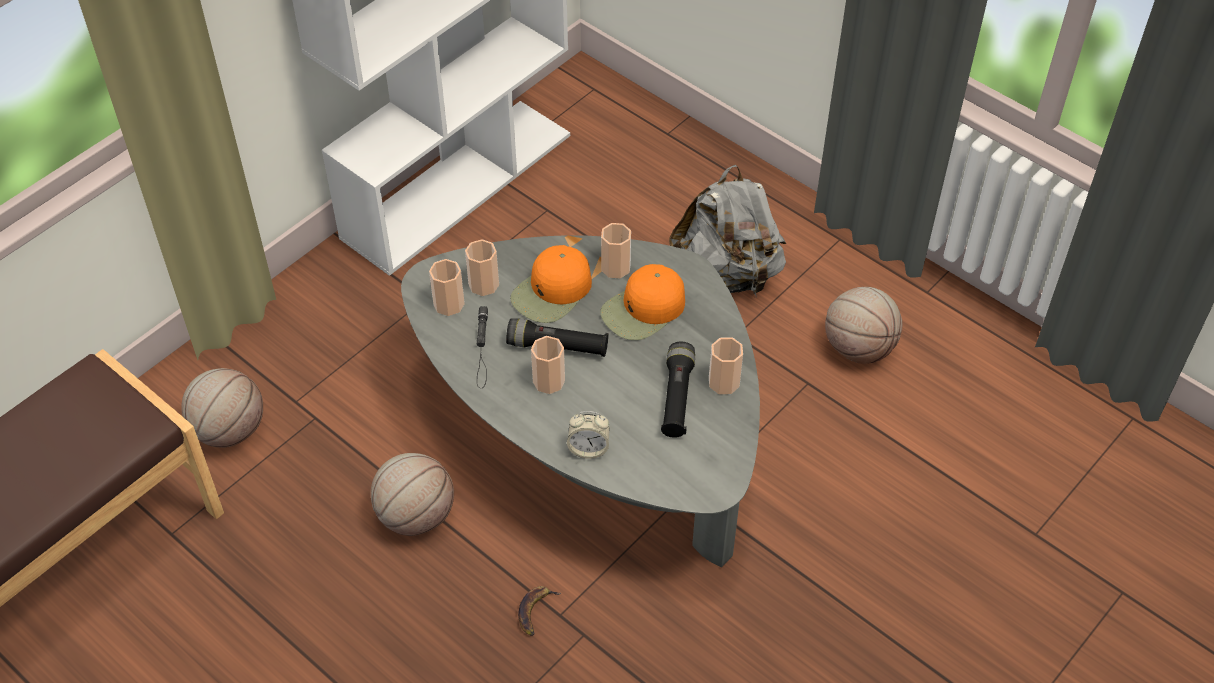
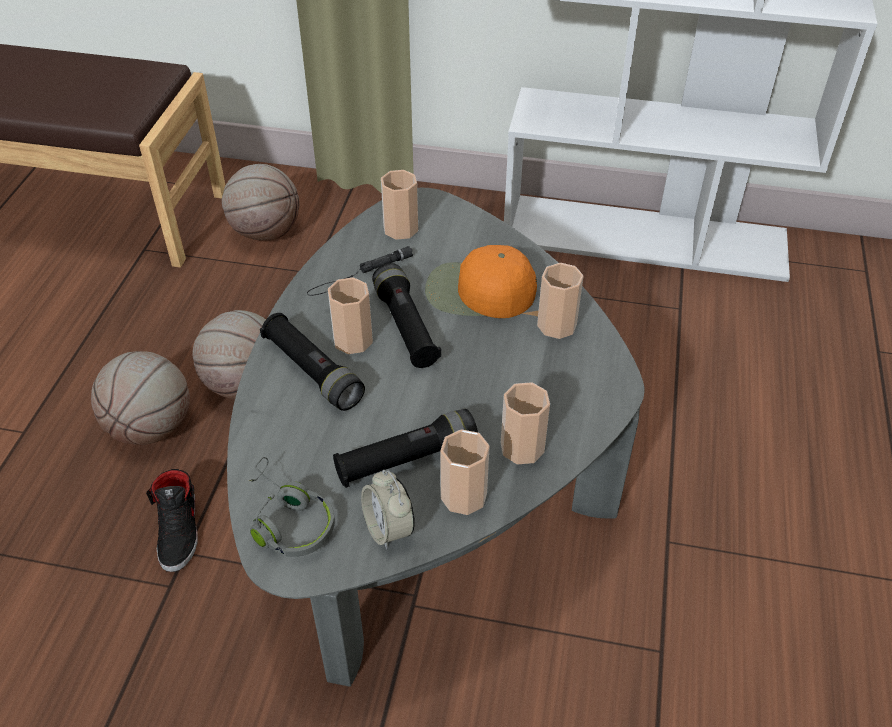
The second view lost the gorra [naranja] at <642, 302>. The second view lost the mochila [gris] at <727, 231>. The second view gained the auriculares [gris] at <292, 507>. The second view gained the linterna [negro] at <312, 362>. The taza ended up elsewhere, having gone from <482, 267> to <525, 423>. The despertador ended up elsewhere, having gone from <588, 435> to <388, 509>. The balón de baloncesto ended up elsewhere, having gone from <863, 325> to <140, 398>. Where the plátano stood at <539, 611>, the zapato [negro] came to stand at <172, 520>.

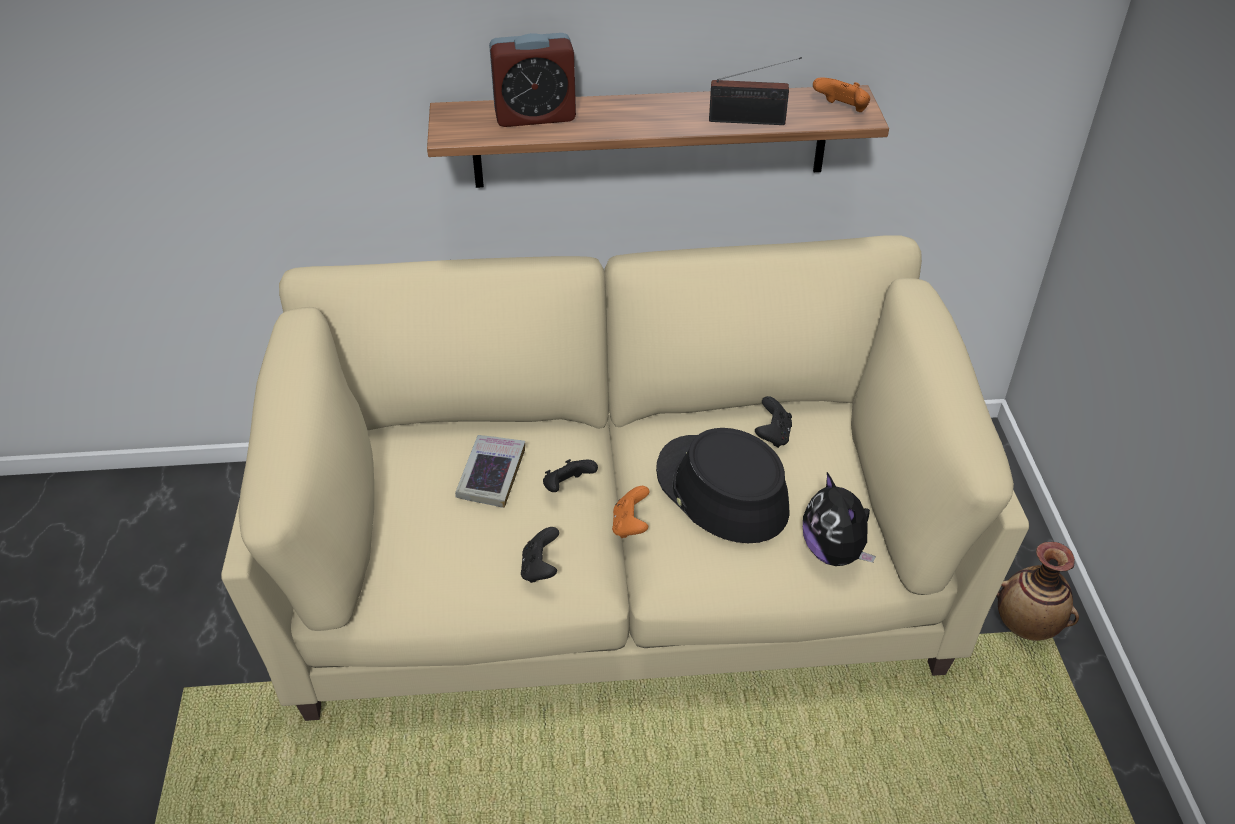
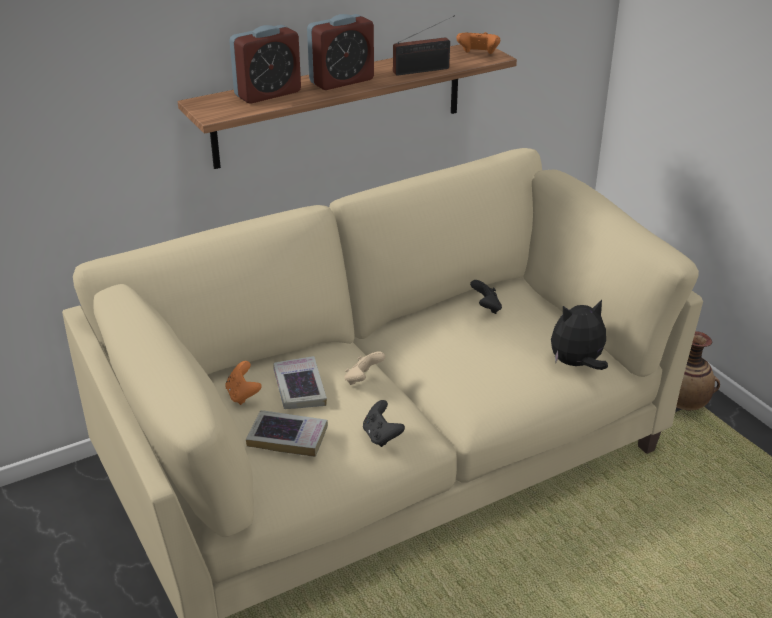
The second view lost the sombrero [negro] at <722, 485>. The second view gained the libro at <287, 433>. The second view gained the despertador at <340, 52>. The mando de consola [naranja] ended up elsewhere, having gone from <631, 512> to <244, 383>. What was the mando de consola [negro] at <570, 475> turned into the mando de consola [beis] at <365, 368>. The peluche at <839, 519> ended up facing another way, 120 degrees clockwise from before.

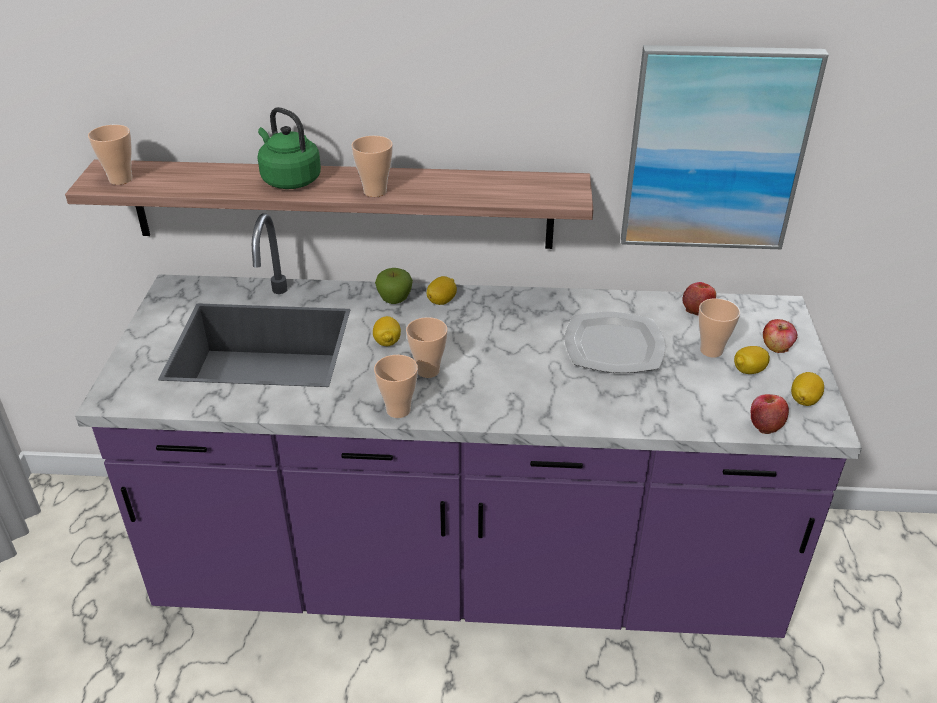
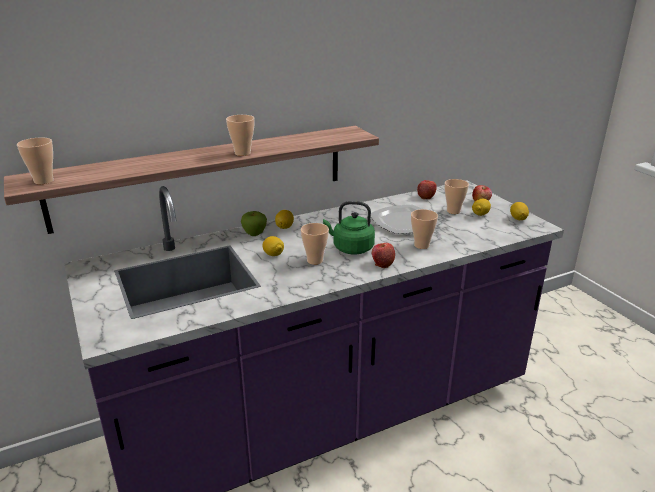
The second view lost the cuadro at <725, 147>. The hervidor [verde] ended up elsewhere, having gone from <289, 148> to <349, 227>. The taza ended up elsewhere, having gone from <396, 386> to <424, 229>. The manzana ended up elsewhere, having gone from <770, 414> to <383, 255>.

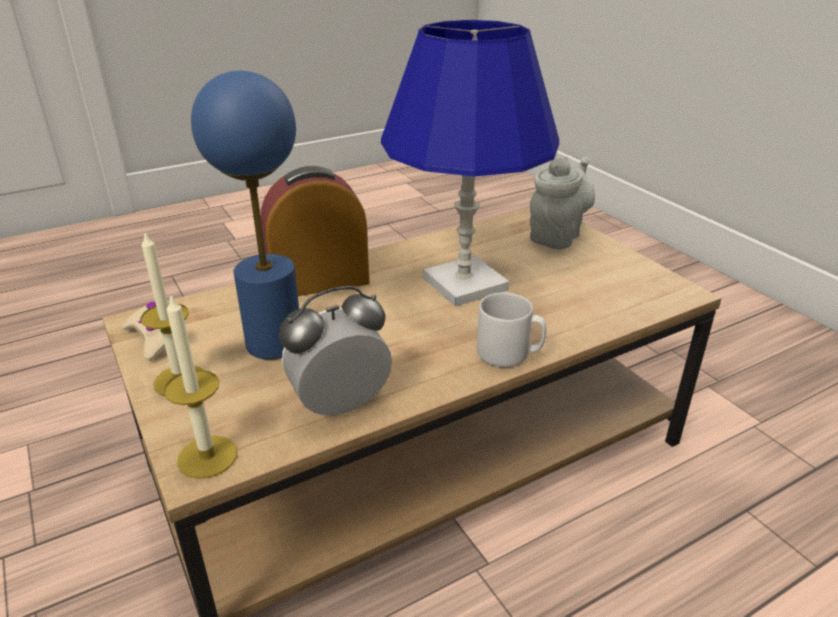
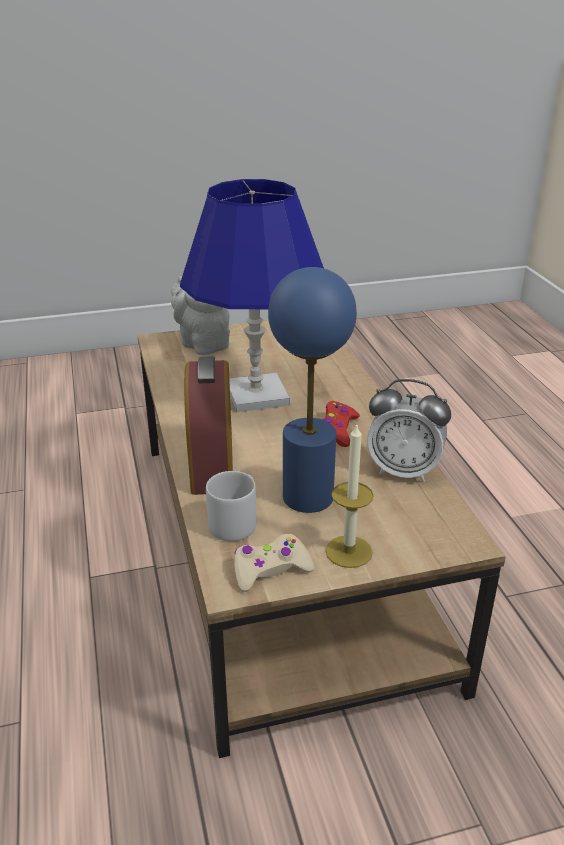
The second view lost the vela at <200, 386>. The second view gained the mando de consola [rojo] at <341, 424>. The taza grande [gris] ended up elsewhere, having gone from <512, 330> to <231, 506>. The despertador at <335, 350> ended up facing another way, 60 degrees counterclockwise from before.

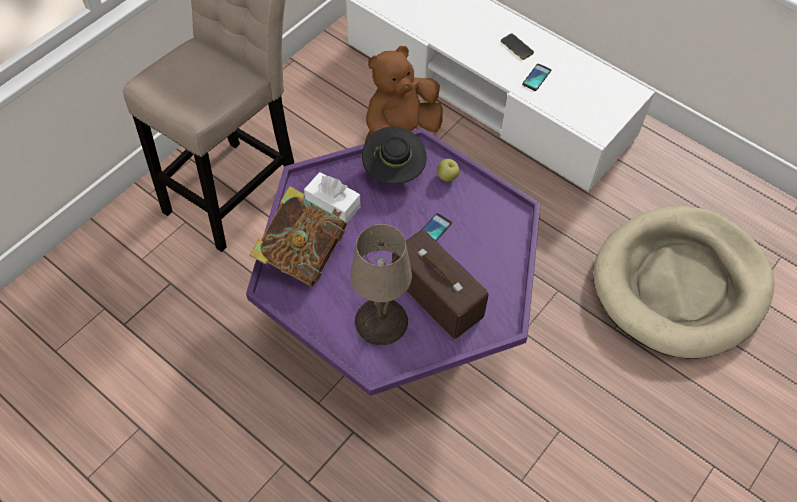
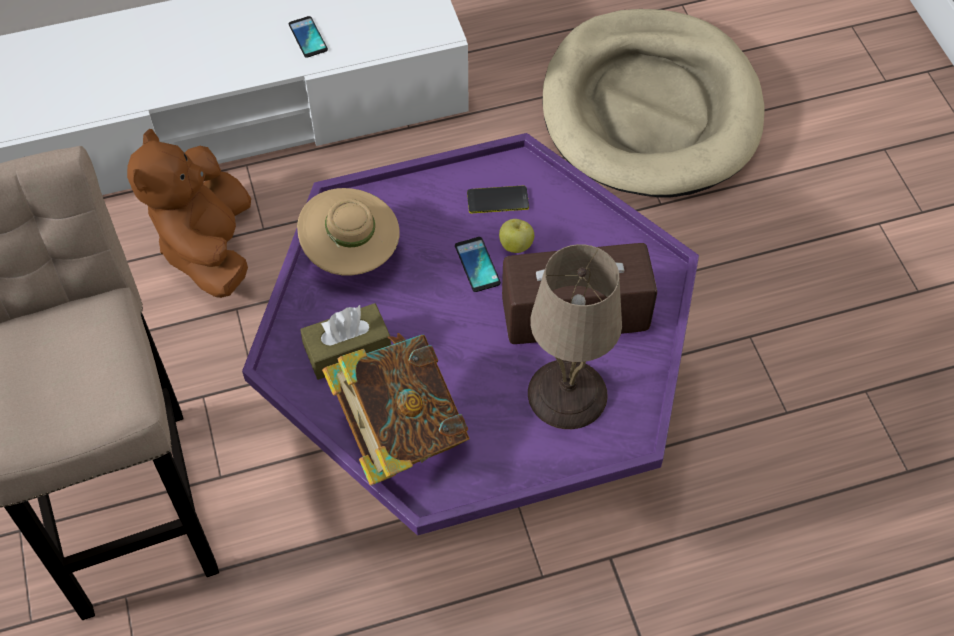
The manzana ended up elsewhere, having gone from <448, 170> to <516, 236>. The móvil ended up elsewhere, having gone from <517, 46> to <498, 199>. What was the caja de pañuelos [blanco] at <332, 197> turned into the caja de pañuelos [marrón] at <345, 341>. What was the sombrero [negro] at <394, 155> turned into the sombrero [beis] at <348, 231>.

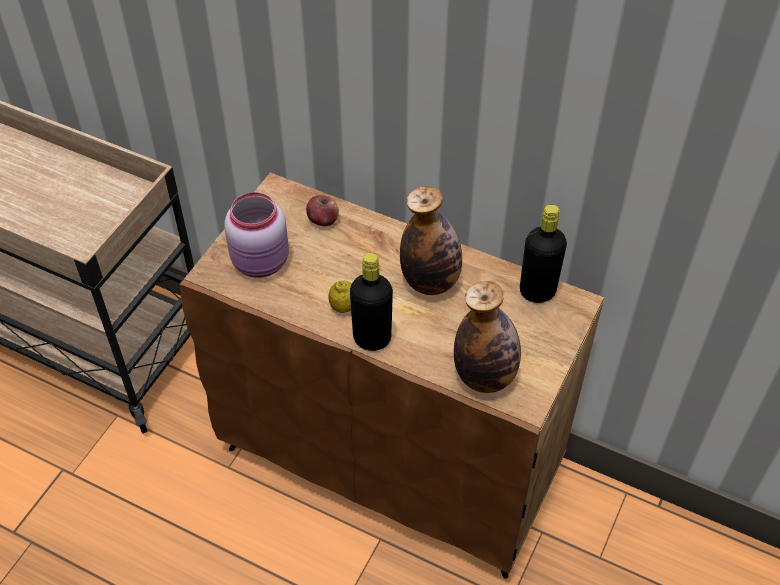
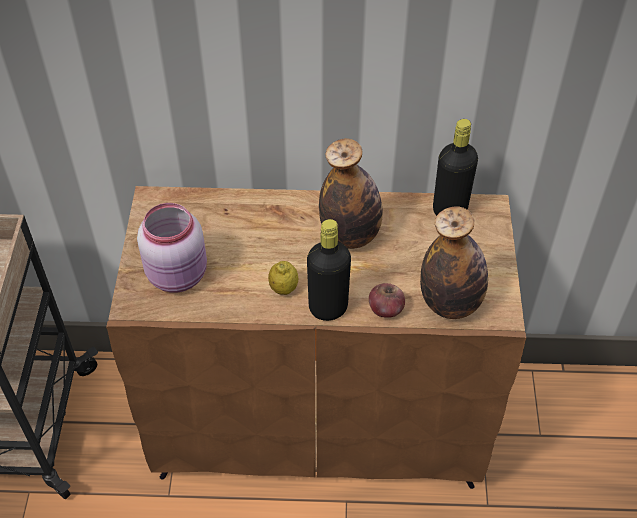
The manzana ended up elsewhere, having gone from <322, 210> to <387, 300>.

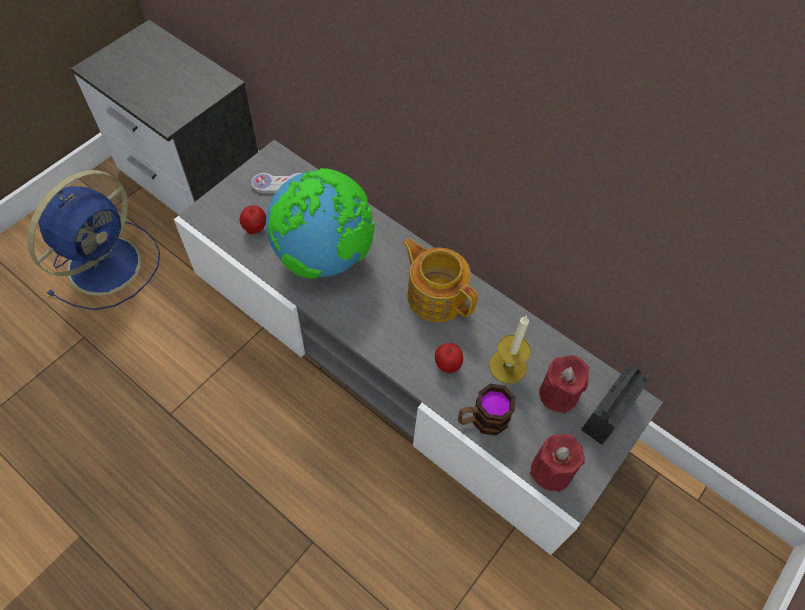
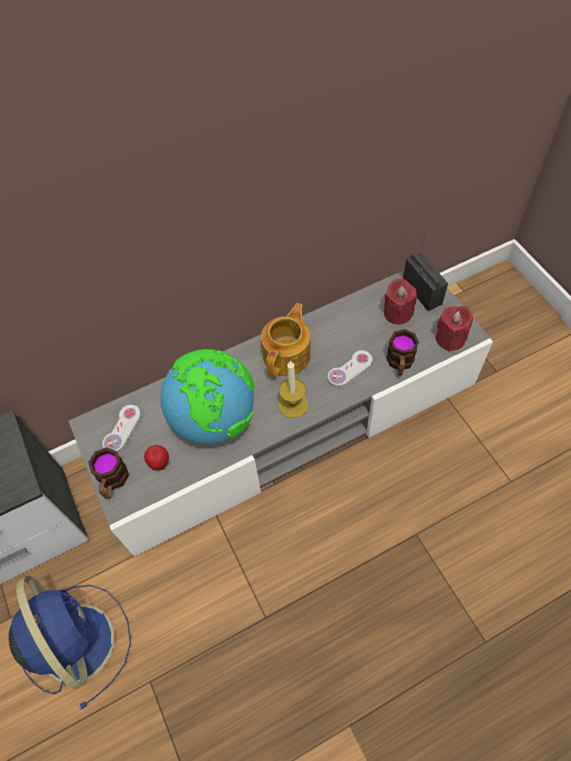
The second view gained the taza grande at <108, 473>. The vela ended up elsewhere, having gone from <510, 349> to <293, 389>. Where the manzana stood at <449, 358>, the mando de consola [blanco] came to stand at <350, 368>. The tetera at <440, 280> ended up facing another way, 135 degrees clockwise from before.

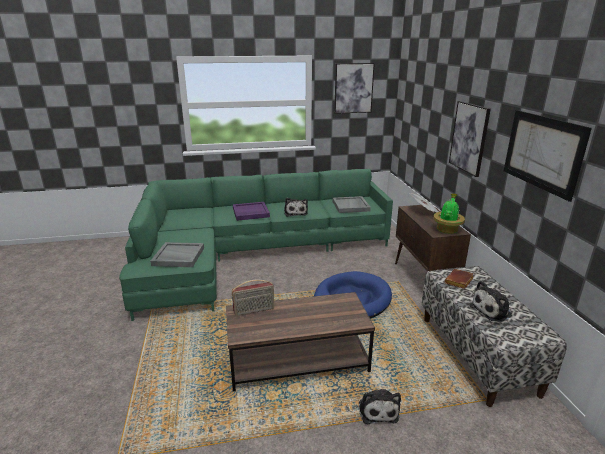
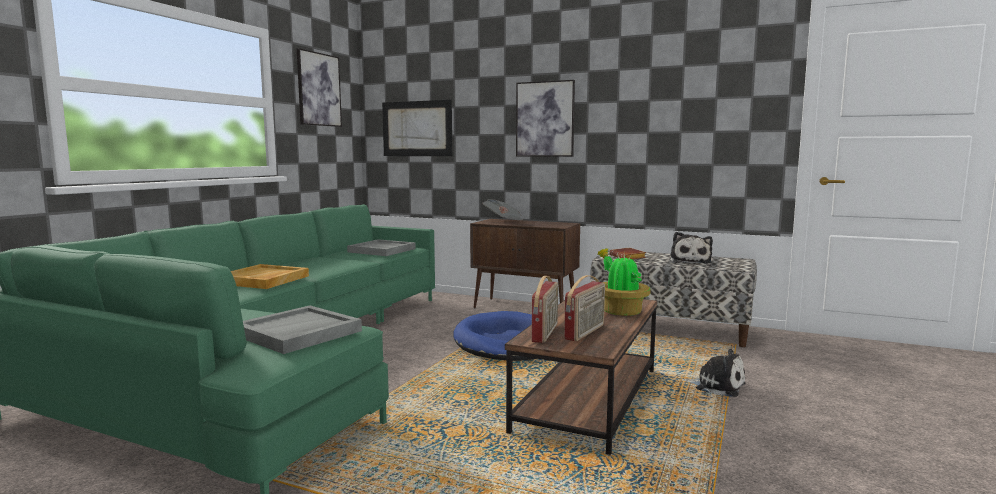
The second view lost the peluche at <296, 207>. The second view gained the radio at <584, 308>. The planta en maceta ended up elsewhere, having gone from <449, 213> to <624, 282>. The cuadro ended up elsewhere, having gone from <548, 156> to <417, 128>. What was the bandeja [morado] at <251, 211> turned into the bandeja [beis] at <270, 276>.

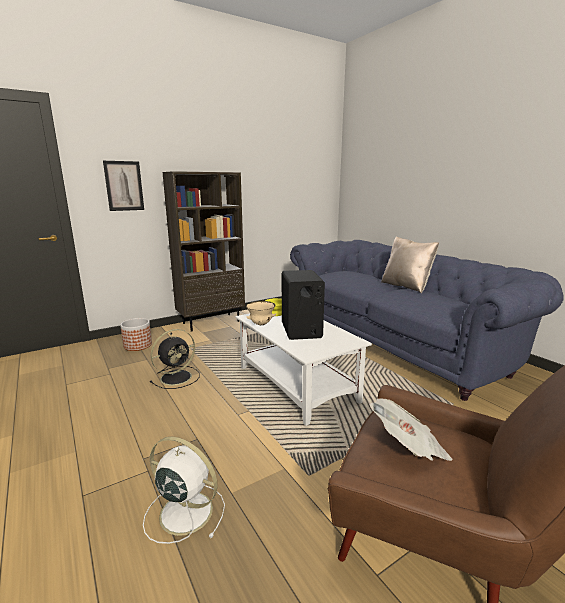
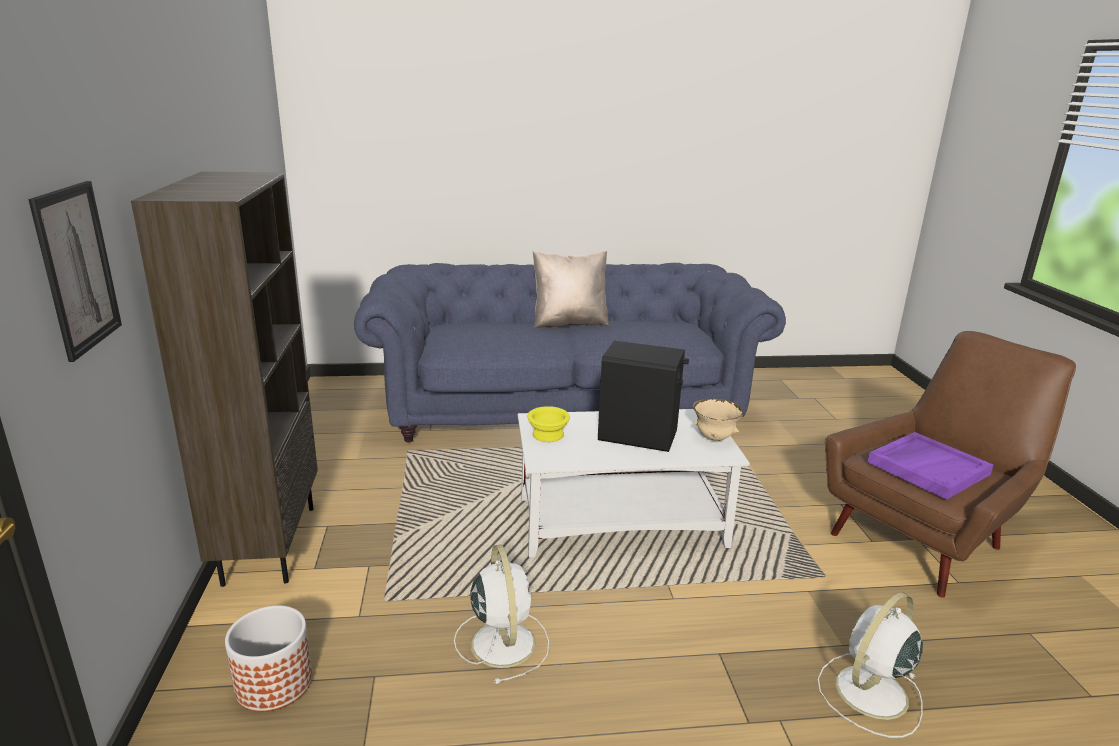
The cuenco [beis] ended up elsewhere, having gone from <261, 313> to <718, 420>. Where the periódico stood at <410, 429>, the bandeja [morado] came to stand at <930, 466>. What was the ventilador [negro] at <175, 359> turned into the ventilador [blanco] at <501, 614>.

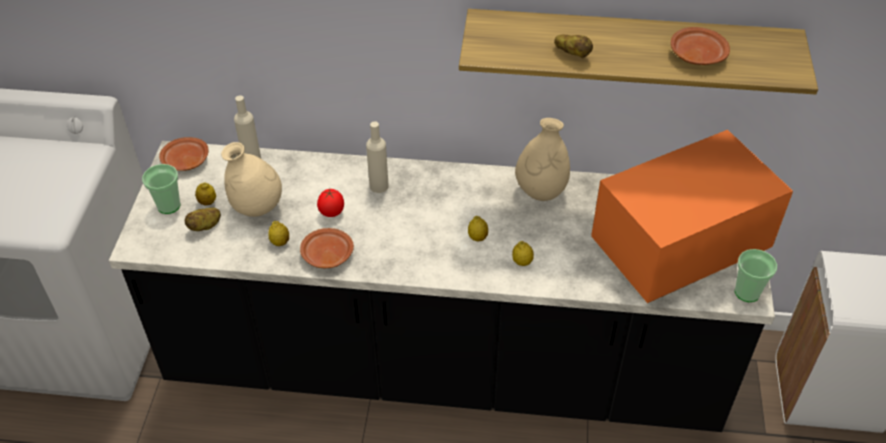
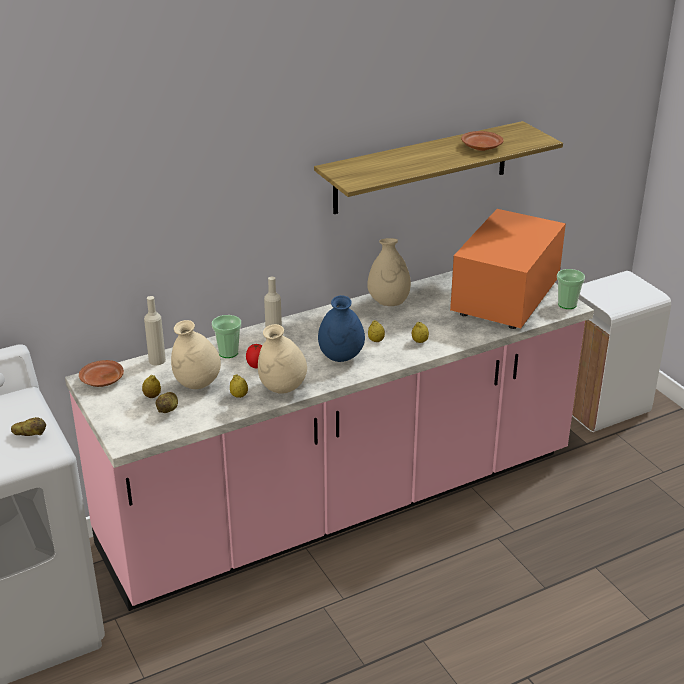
The second view gained the florero [azul] at <341, 328>. The taza ended up elsewhere, having gone from <161, 189> to <226, 336>. The patata ended up elsewhere, having gone from <573, 46> to <28, 426>. Where the plato [marrón] stood at <327, 248>, the florero [beis] came to stand at <282, 358>. What was the mueble bajo de cocina [negro] at <442, 286> turned into the mueble bajo de cocina [rosa] at <329, 441>.

